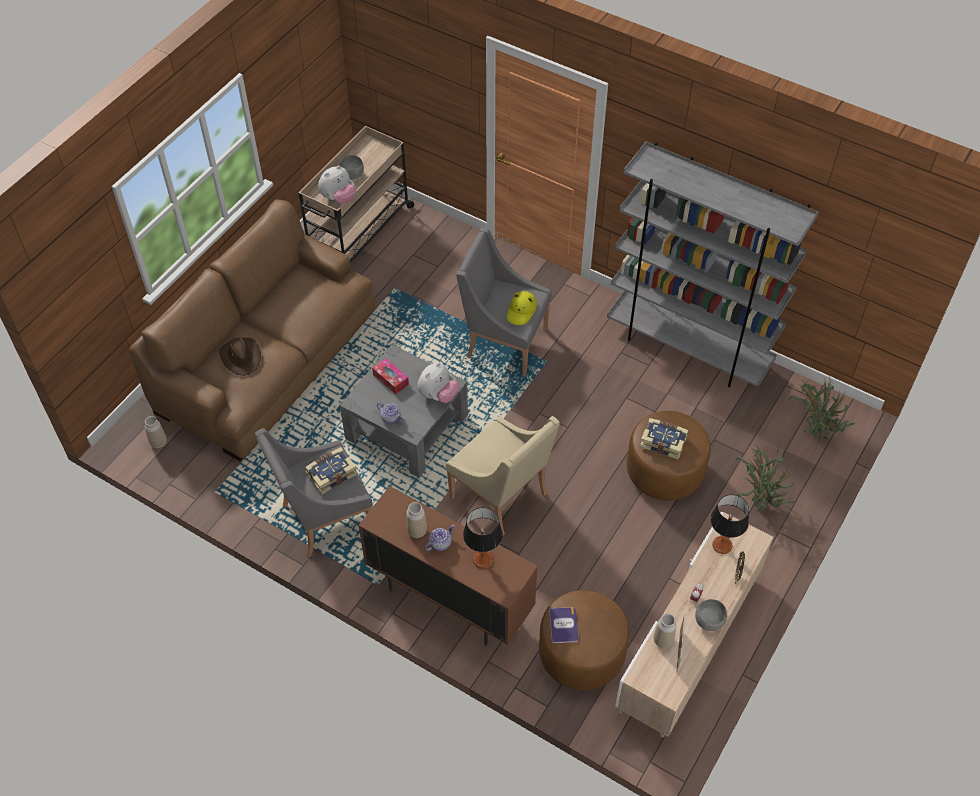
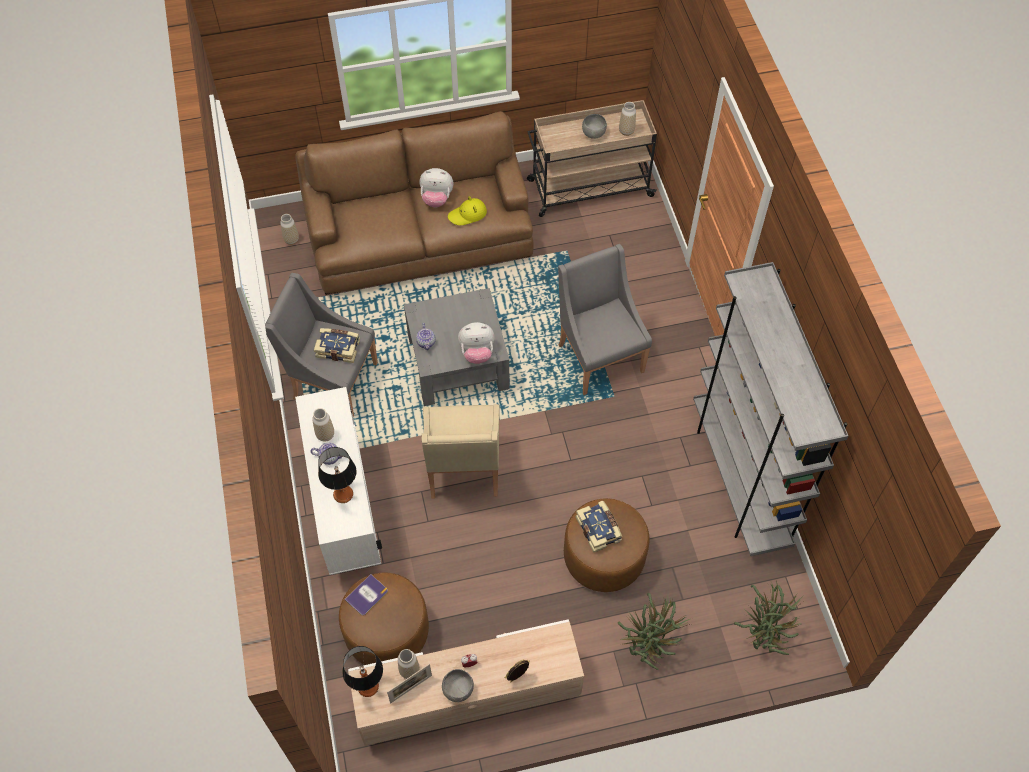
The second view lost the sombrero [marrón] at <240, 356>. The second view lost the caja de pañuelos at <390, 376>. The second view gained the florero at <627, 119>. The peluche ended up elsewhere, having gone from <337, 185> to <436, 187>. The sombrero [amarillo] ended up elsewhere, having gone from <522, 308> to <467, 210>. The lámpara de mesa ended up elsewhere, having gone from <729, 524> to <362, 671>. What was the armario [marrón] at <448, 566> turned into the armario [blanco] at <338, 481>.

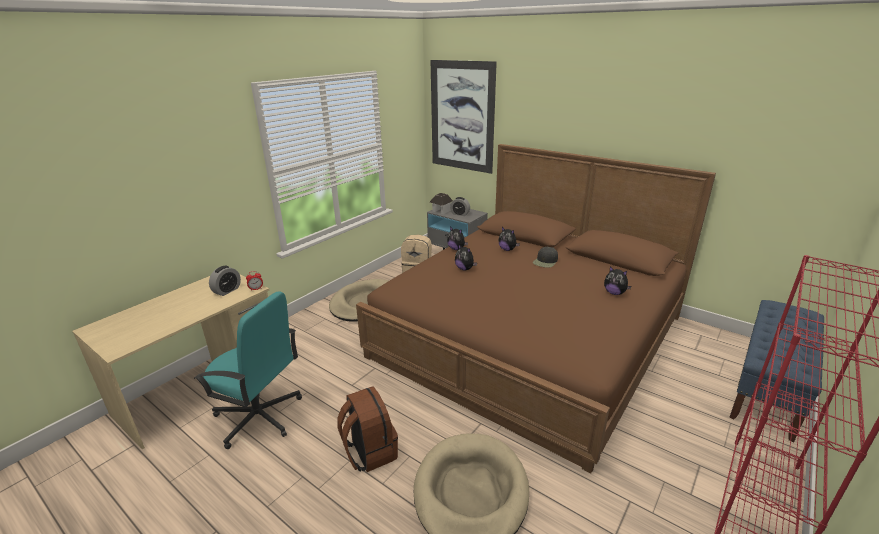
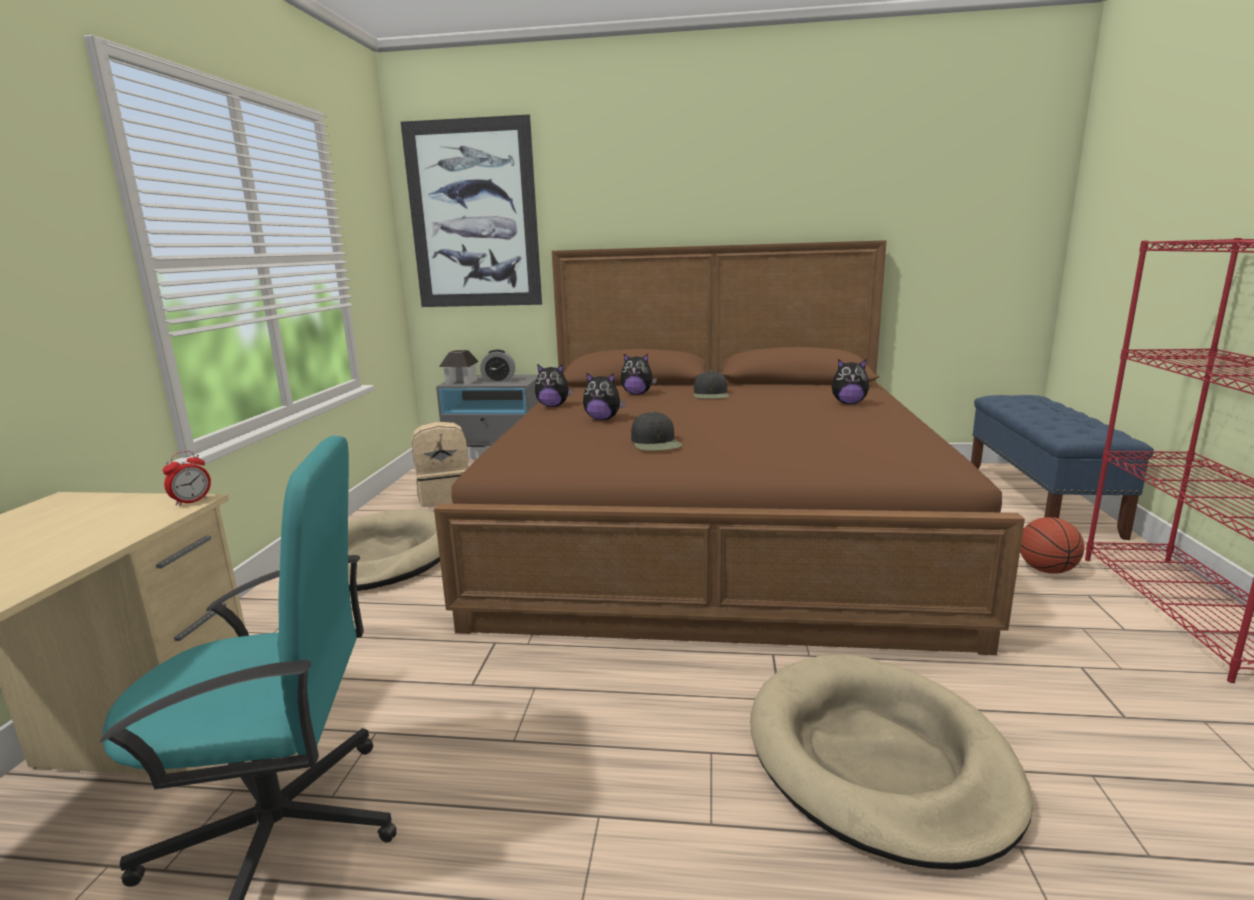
The second view lost the despertador at <225, 281>. The second view lost the mochila [marrón] at <367, 429>. The second view gained the gorra [negro] at <656, 431>. The second view gained the balón de baloncesto at <1052, 545>.

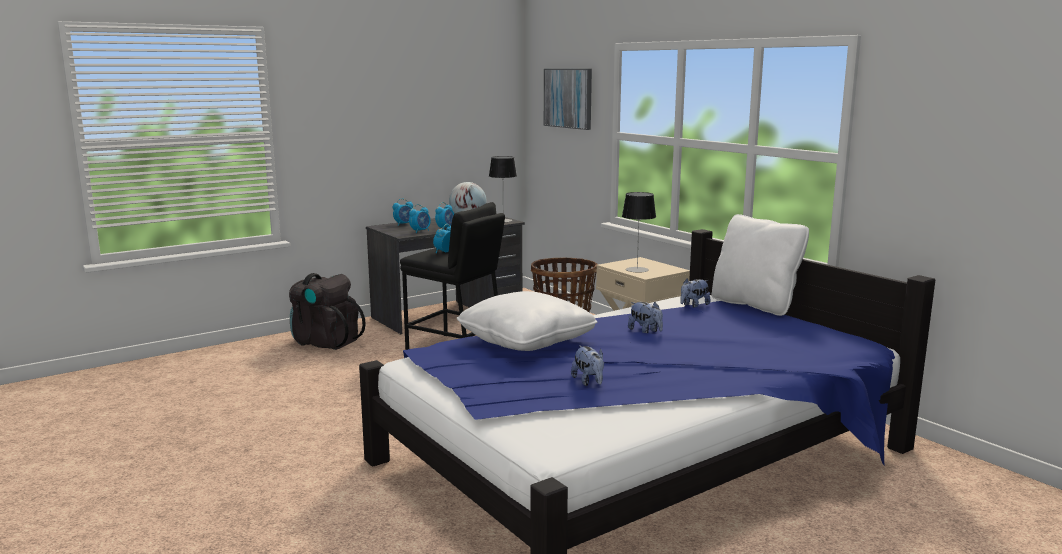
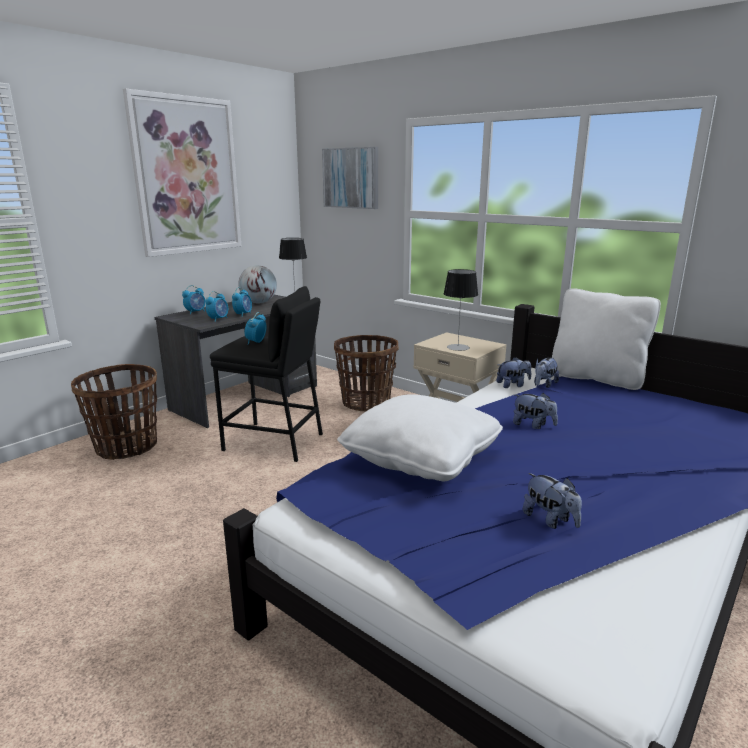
The second view gained the cuadro at <182, 172>. The second view gained the peluche at <513, 372>. Where the mochila [negro] stood at <327, 311>, the cesta came to stand at <114, 412>.

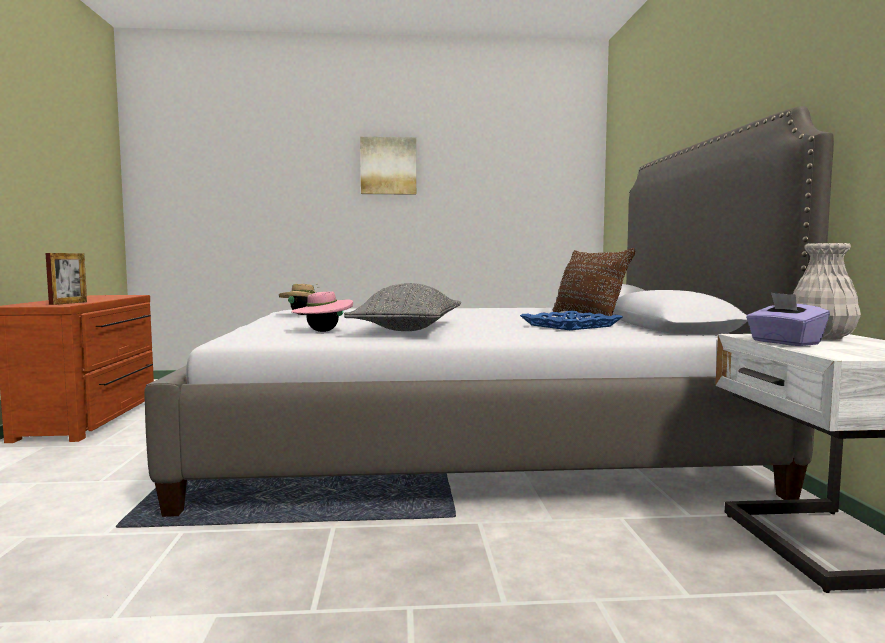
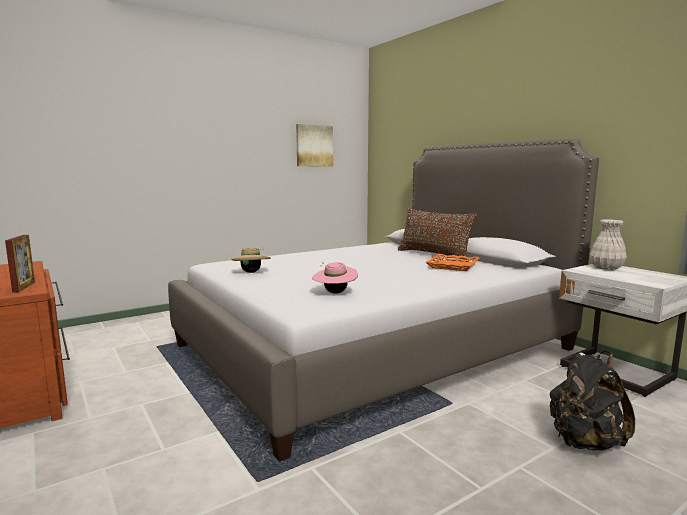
The second view lost the cojín [gris] at <402, 307>. The second view lost the caja de pañuelos [morado] at <788, 319>. The second view gained the mochila [negro] at <592, 401>. The cuadro ended up elsewhere, having gone from <388, 166> to <314, 145>. What was the bandeja [azul] at <571, 320> turned into the bandeja [naranja] at <453, 262>.

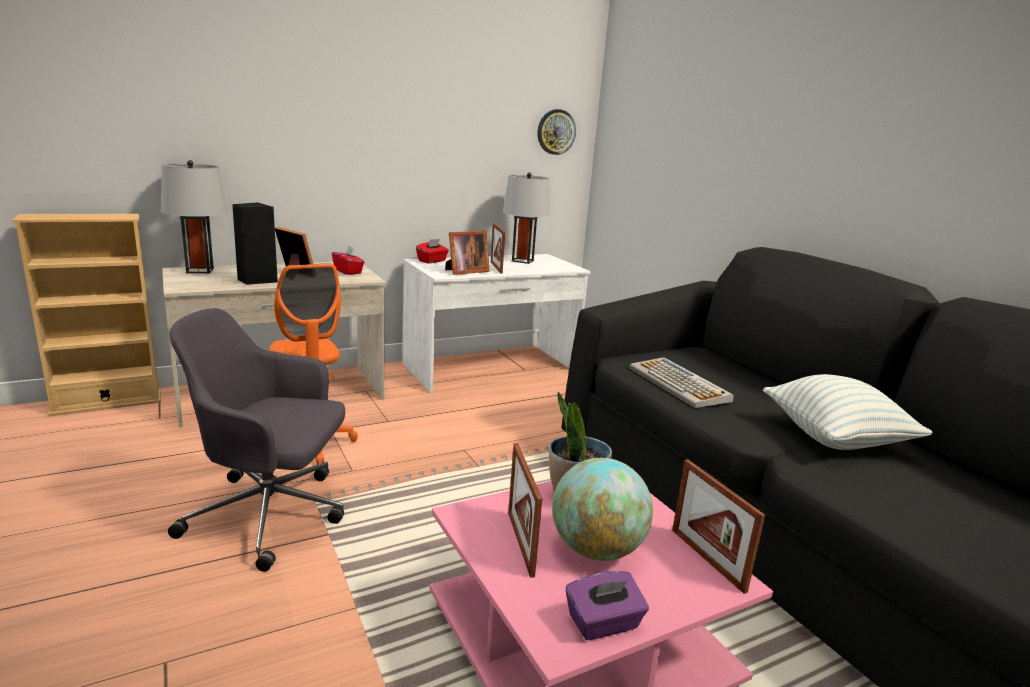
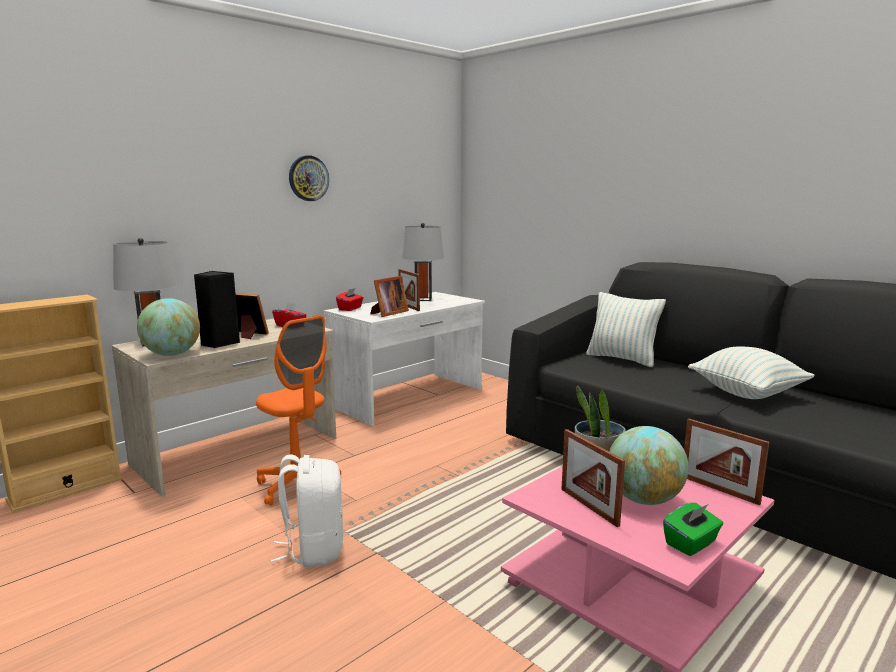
The second view lost the teclado at <682, 382>. The second view gained the globo terráqueo at <168, 327>. The second view gained the cojín at <626, 329>. The reloj de pared ended up elsewhere, having gone from <556, 132> to <309, 178>. Where the silla de oficina [gris] stood at <256, 440>, the mochila [blanco] came to stand at <307, 511>. What was the caja de pañuelos [morado] at <607, 605> turned into the caja de pañuelos [verde] at <693, 529>.

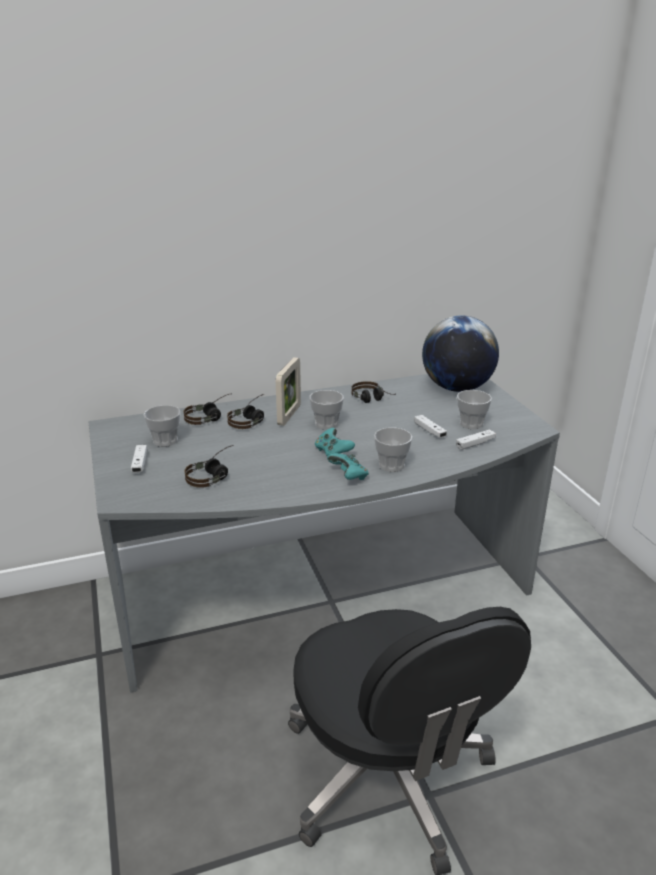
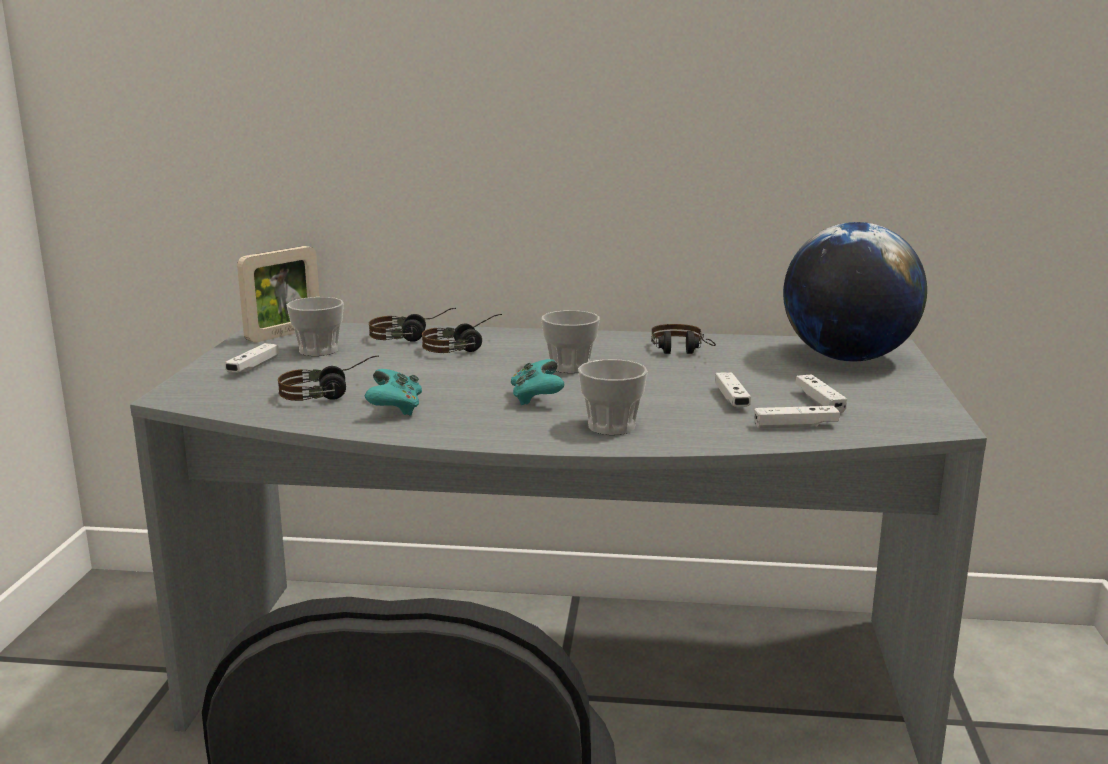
The portarretratos ended up elsewhere, having gone from <288, 391> to <278, 294>. The mando de consola [turquesa] ended up elsewhere, having gone from <348, 466> to <393, 392>. Where the taza stood at <474, 409>, the mando de consola [blanco] came to stand at <821, 394>.

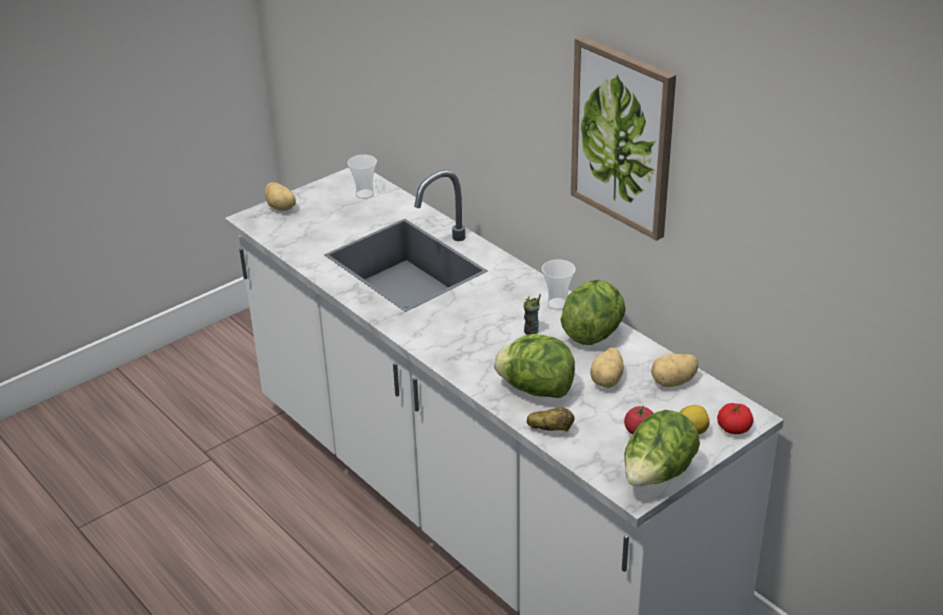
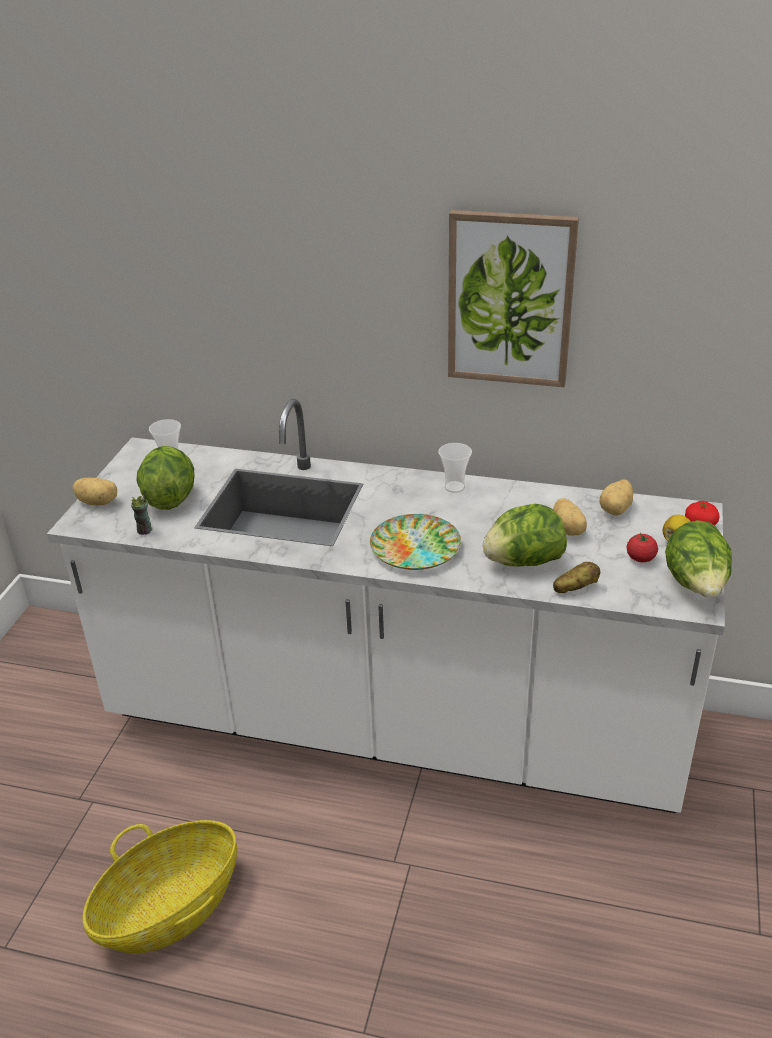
The second view gained the cesta at <160, 886>. The second view gained the plato at <415, 542>. The taza ended up elsewhere, having gone from <532, 314> to <141, 512>. The lechuga ended up elsewhere, having gone from <593, 312> to <165, 478>.

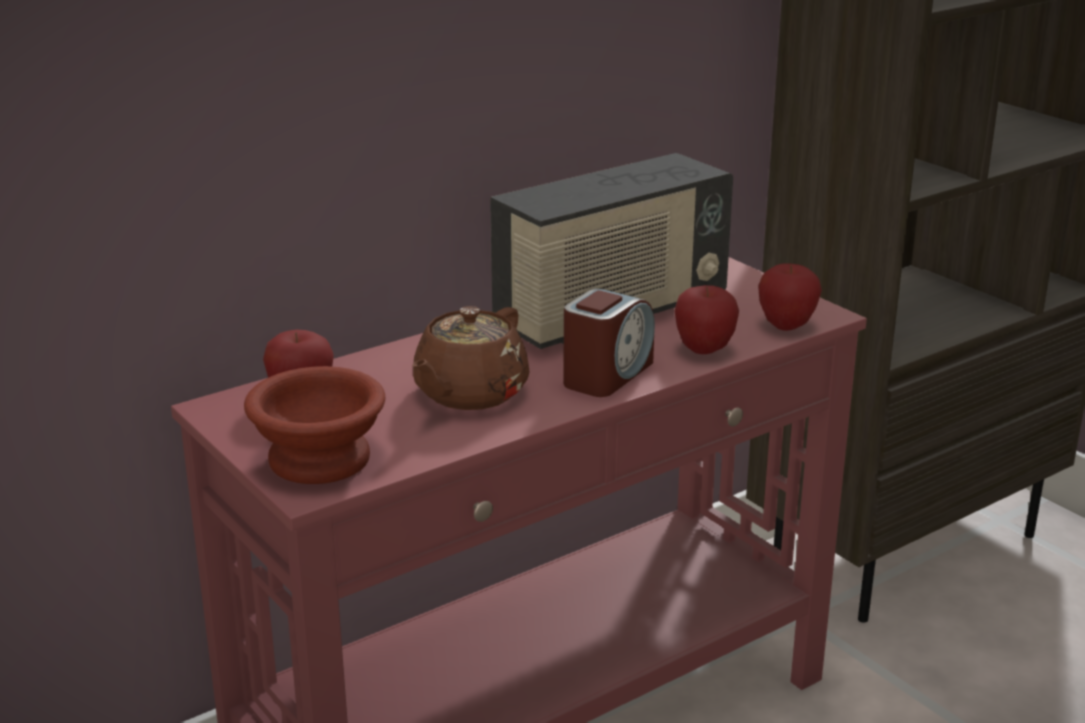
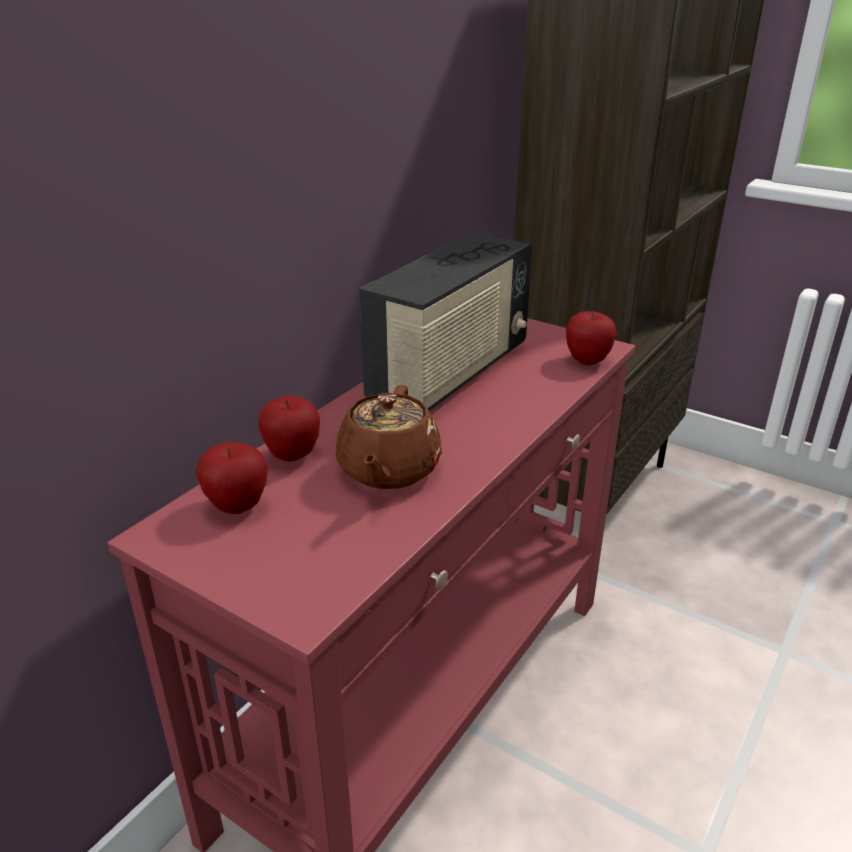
The second view lost the cuenco [marrón] at <314, 425>. The second view lost the despertador at <609, 342>. The manzana ended up elsewhere, having gone from <707, 319> to <289, 428>.

